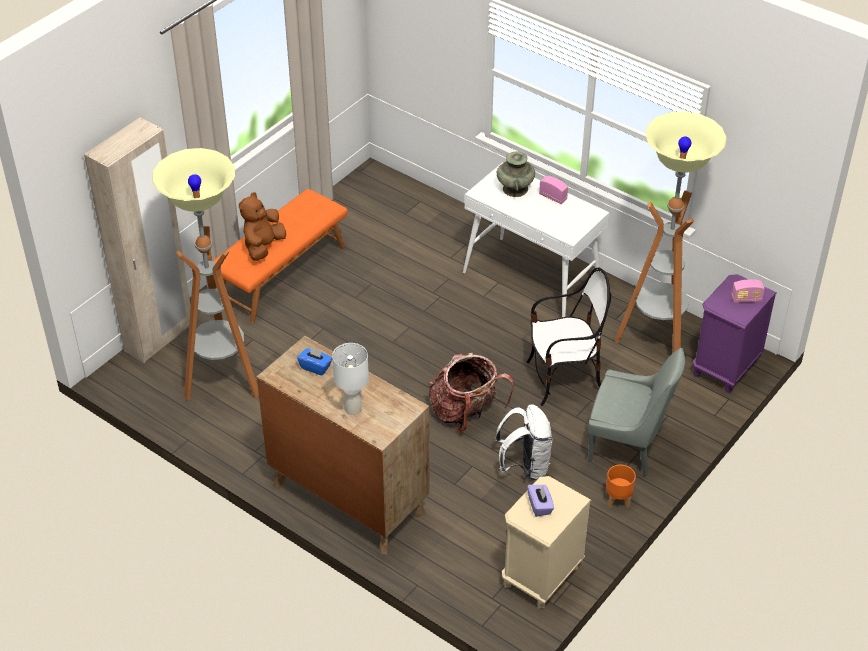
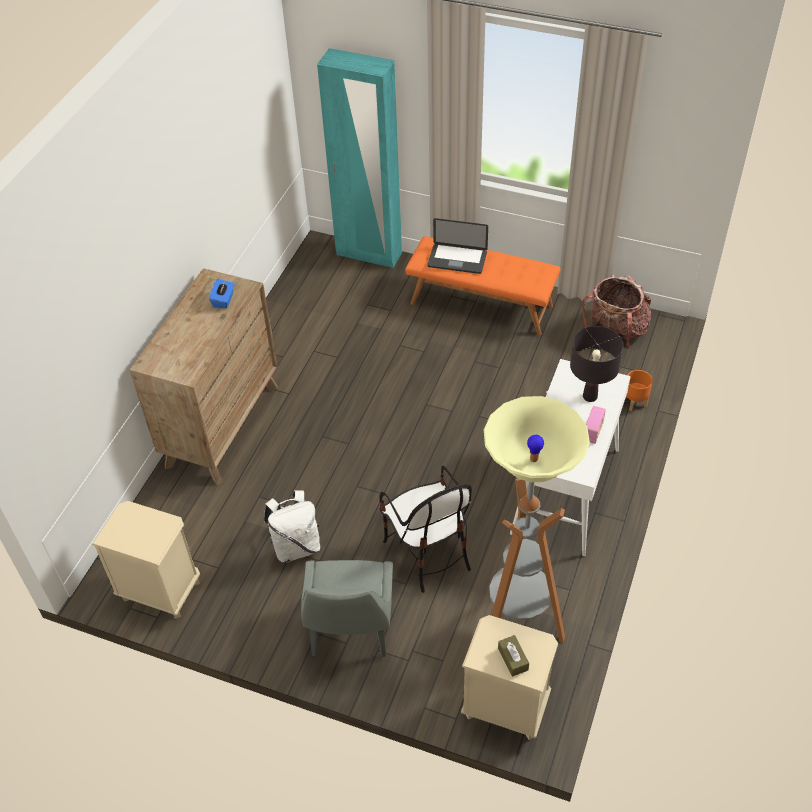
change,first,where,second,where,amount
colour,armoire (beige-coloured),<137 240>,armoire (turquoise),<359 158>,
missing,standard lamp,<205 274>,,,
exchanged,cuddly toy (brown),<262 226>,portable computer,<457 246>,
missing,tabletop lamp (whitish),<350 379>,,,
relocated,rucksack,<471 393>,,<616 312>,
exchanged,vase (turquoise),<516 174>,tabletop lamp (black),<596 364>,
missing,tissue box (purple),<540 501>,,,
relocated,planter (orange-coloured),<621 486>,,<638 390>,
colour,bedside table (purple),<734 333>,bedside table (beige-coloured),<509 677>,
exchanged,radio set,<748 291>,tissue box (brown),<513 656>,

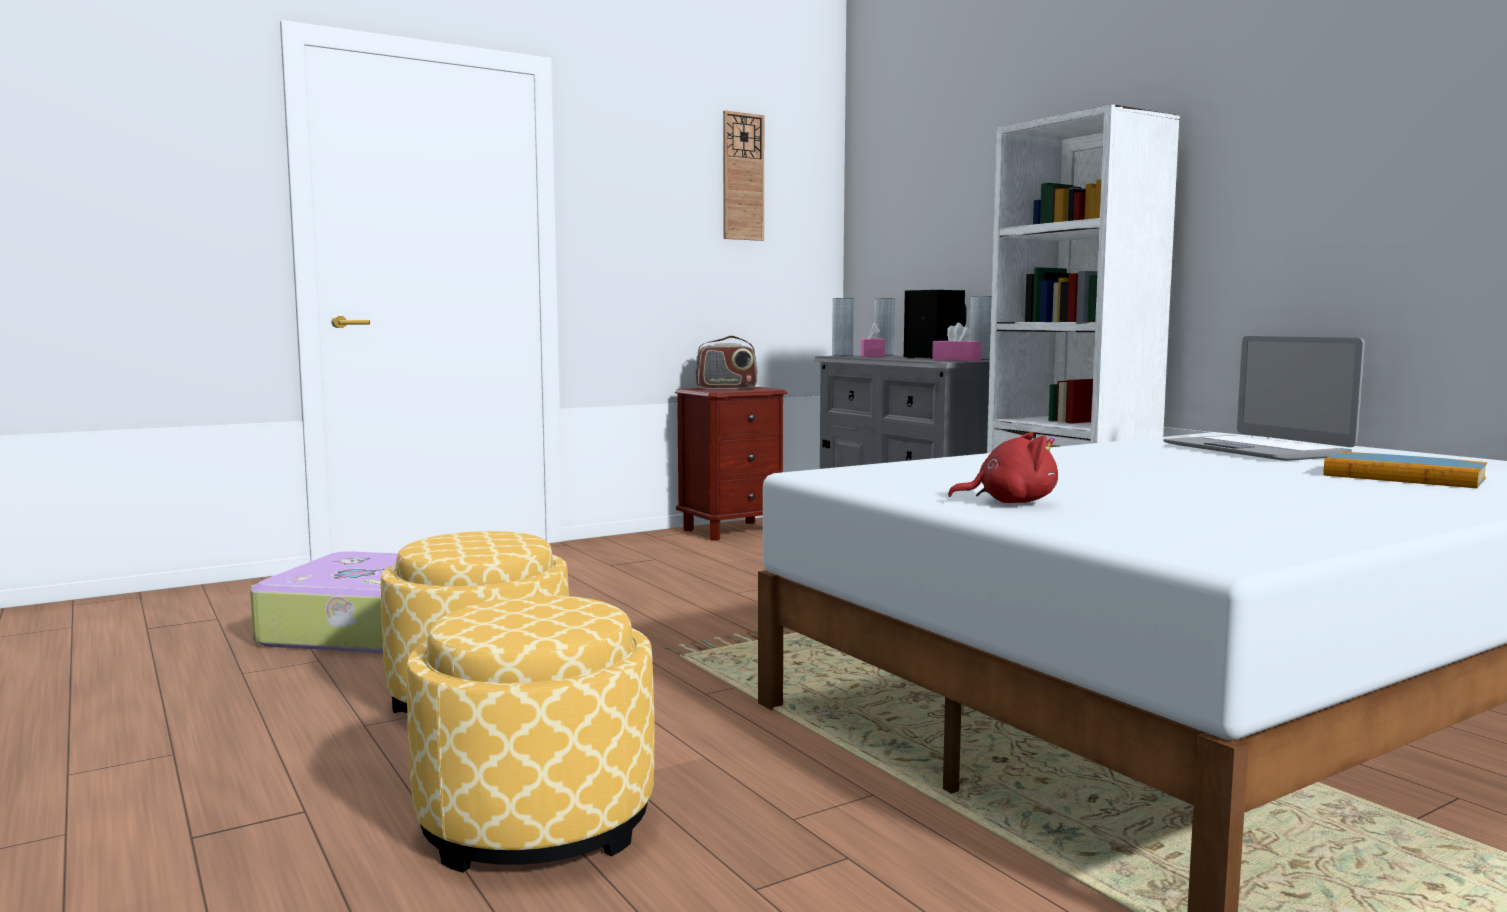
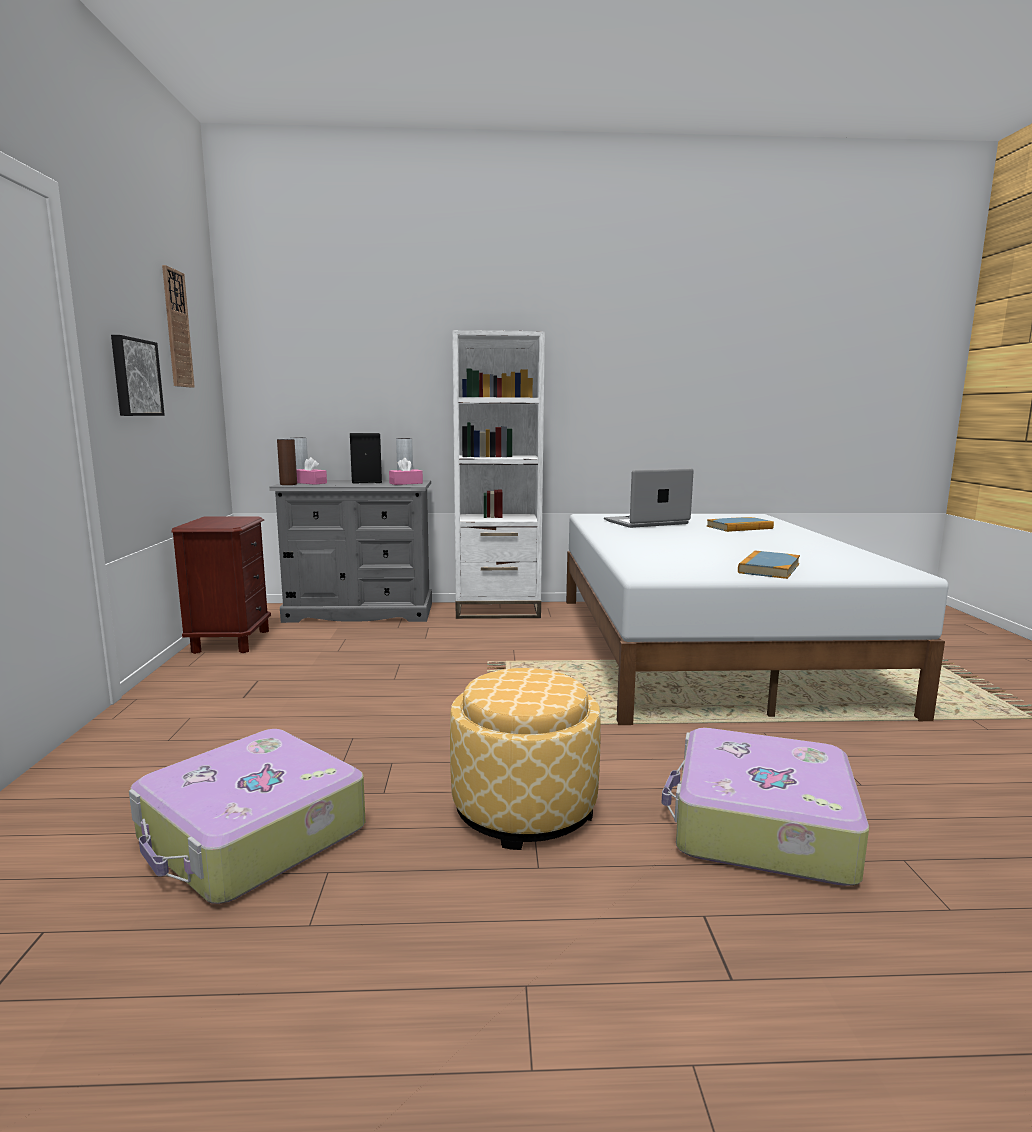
change,first,where,second,where,amount
exchanged,pouffe,<531 734>,suitcase,<765 807>,
missing,radio set,<726 362>,,,
colour,vase (gray),<843 327>,vase (brown),<287 462>,
exchanged,cuddly toy (red),<1003 467>,book,<769 564>,
spun,portable computer,<1264 398>,,<649 498>,150 degrees clockwise
appeared,,,wall art,<138 375>,

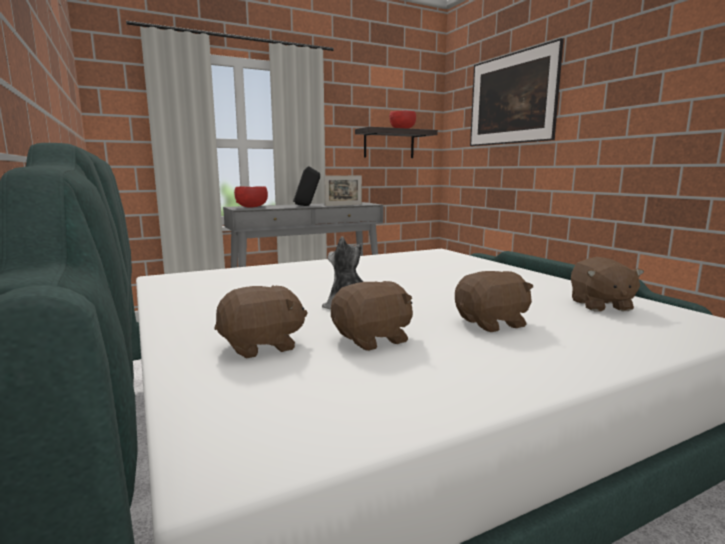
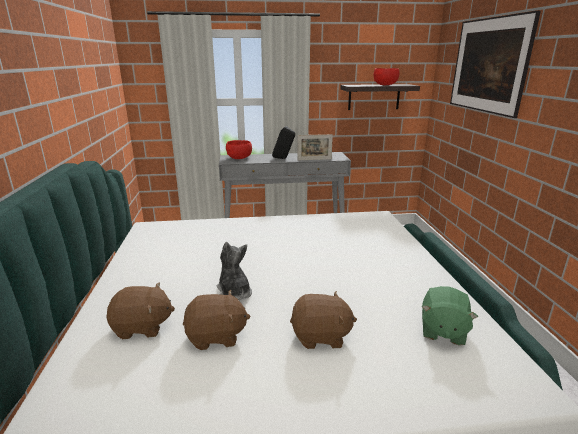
change,first,where,second,where,amount
colour,cuddly toy (brown),<607 284>,cuddly toy (green-coloured),<450 316>,

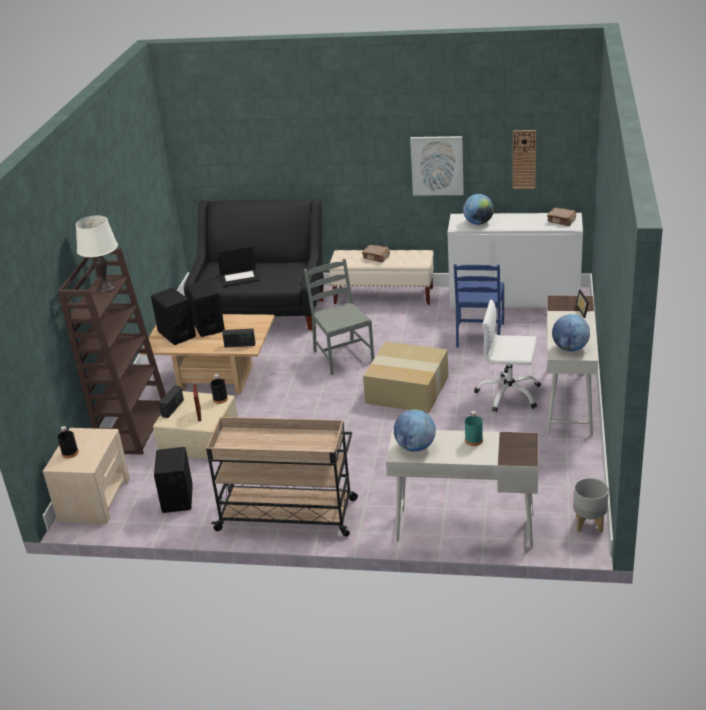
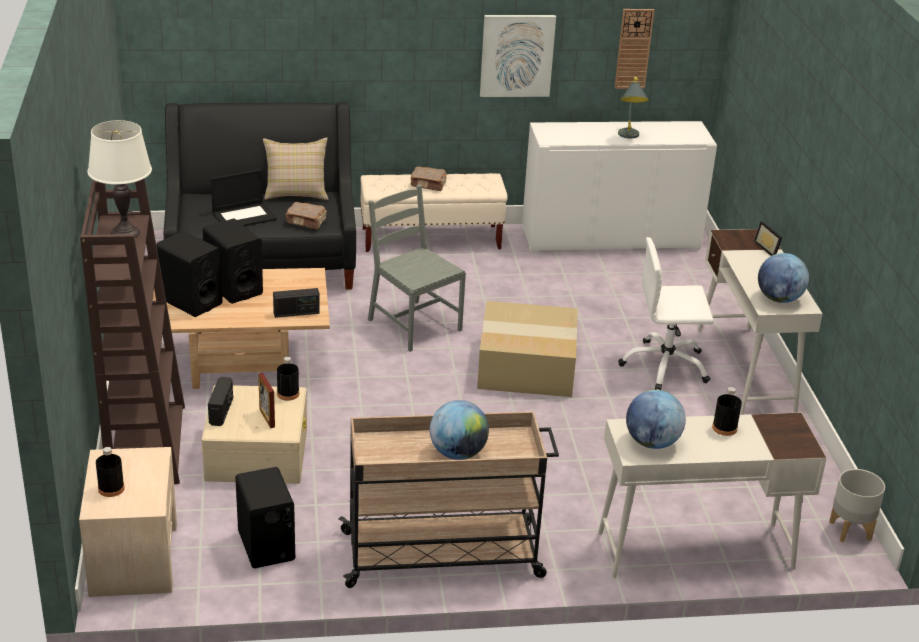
change,first,where,second,where,amount
missing,chair (bluish),<479 306>,,,
relocated,world globe,<478 209>,,<459 430>,
colour,bottle (turquoise),<474 428>,bottle (black),<727 411>,
relocated,book (brown),<561 217>,,<306 215>,
appeared,,,pillow (beige-coloured),<296 169>,
appeared,,,tabletop lamp (gray),<633 108>,

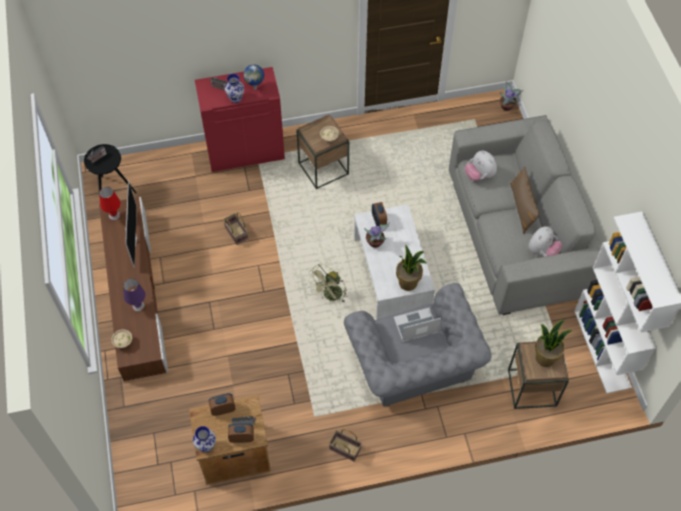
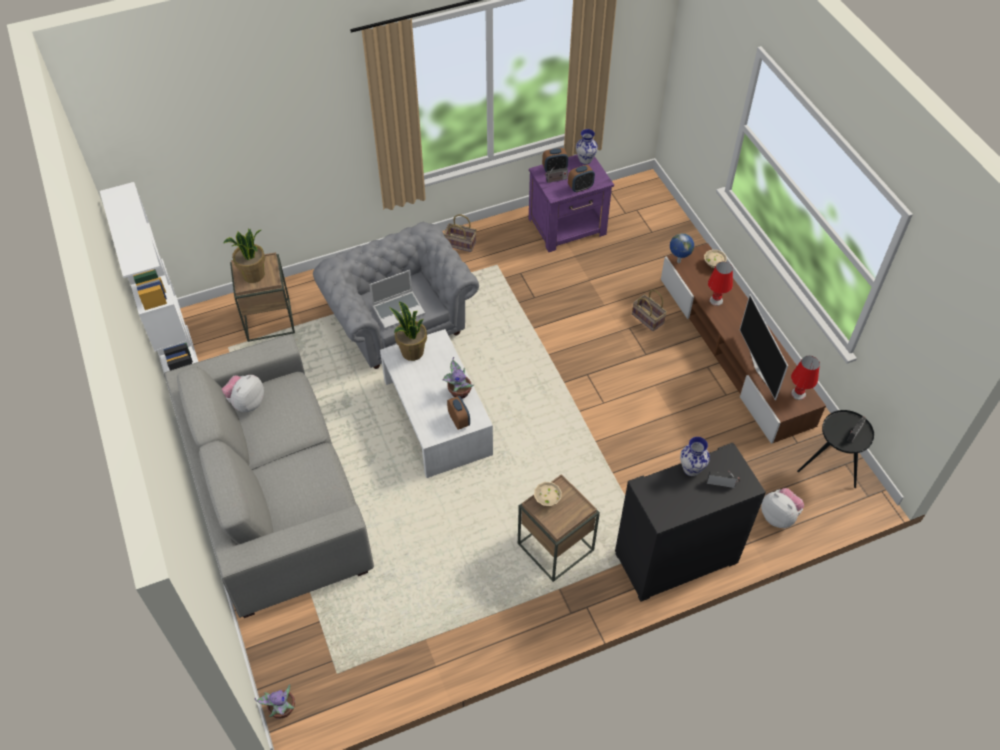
change,first,where,second,where,amount
colour,tabletop lamp (purple),<134 295>,tabletop lamp (red),<720 284>,
colour,bedside table (brown),<230 439>,bedside table (purple),<571 203>,
colour,storage cabinet (red),<240 119>,storage cabinet (black),<690 522>,
relocated,storage basket,<235 228>,,<649 310>,
relocated,world globe,<253 77>,,<682 248>,
missing,electric fan (green-coloured),<327 284>,,,
relocated,cuddly toy,<481 165>,,<782 508>,
missing,pillow (brown),<525 200>,,,

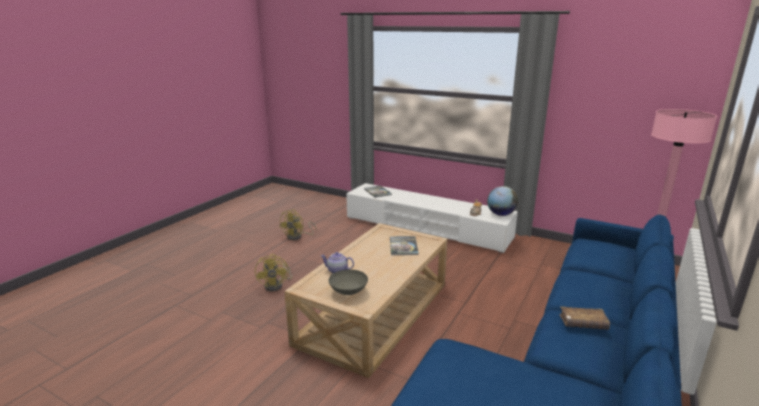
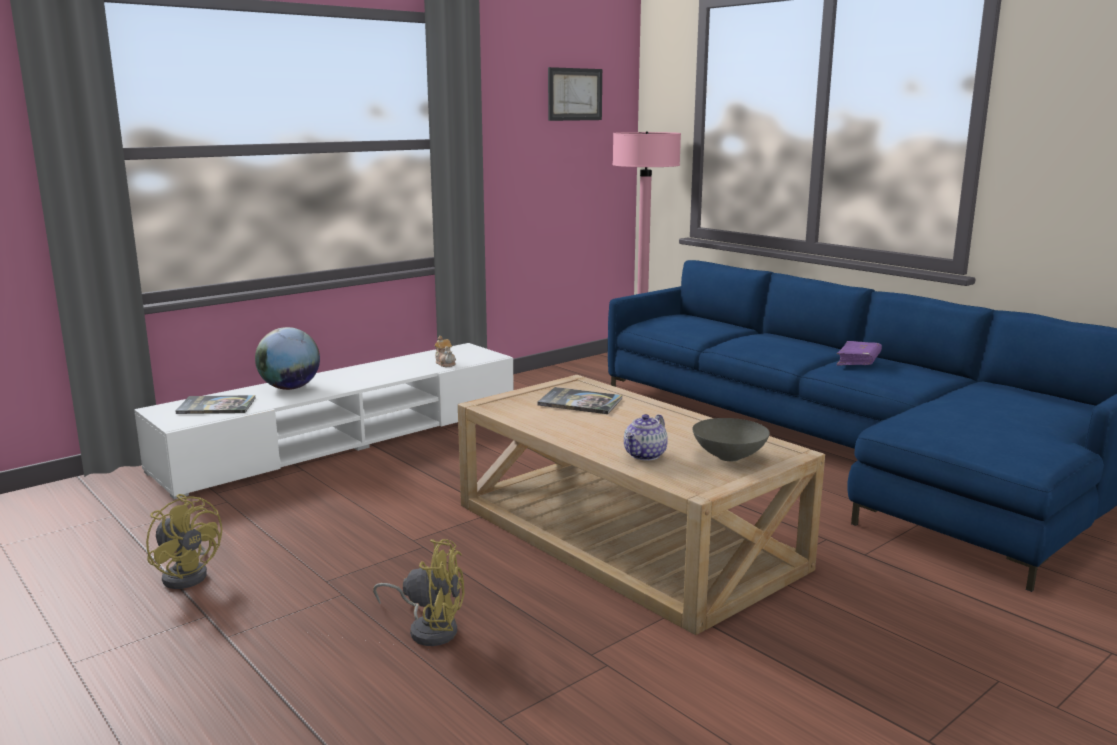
change,first,where,second,where,amount
relocated,world globe,<502 201>,,<287 358>,
colour,book (brown),<584 318>,book (purple),<859 353>,
appeared,,,wall art,<575 94>,

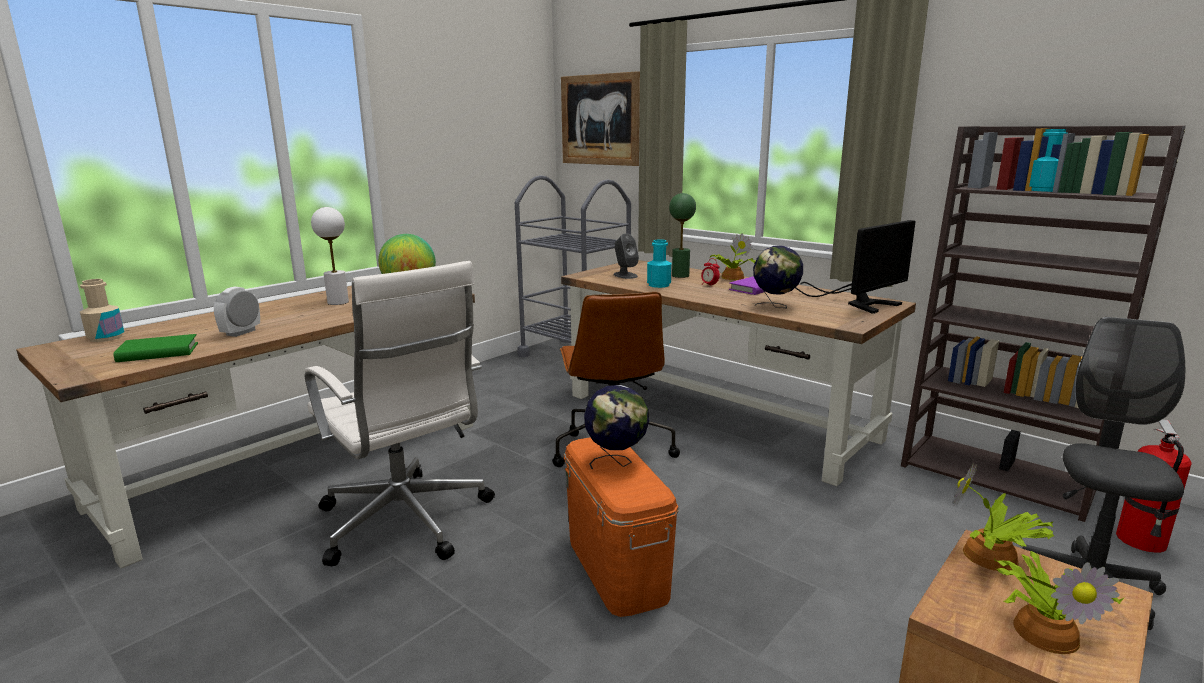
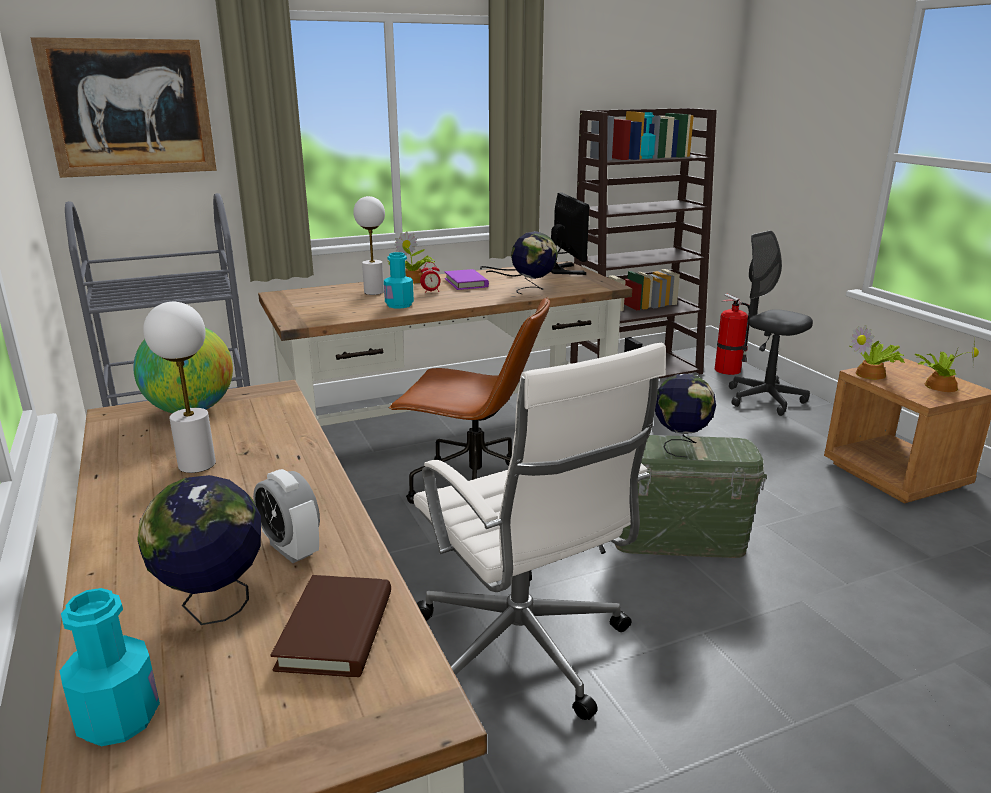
change,first,where,second,where,amount
colour,bottle (beige-coloured),<102 310>,bottle (turquoise),<110 667>,
colour,book (green-coloured),<155 348>,book (brown),<330 626>,
spun,desk chair (whitish),<399 413>,,<539 531>,75 degrees clockwise
colour,storage bin (orange-coloured),<621 527>,storage bin (green-coloured),<691 496>,
missing,audio speaker (gray),<626 256>,,,
colour,tabletop lamp (green-coloured),<682 235>,tabletop lamp (whitish),<369 245>,
appeared,,,world globe,<199 550>,

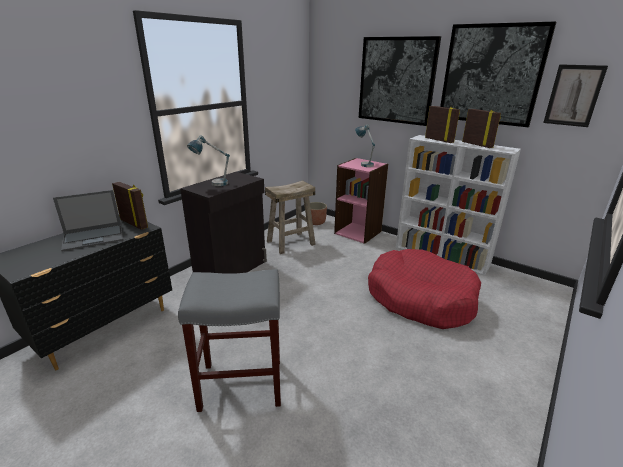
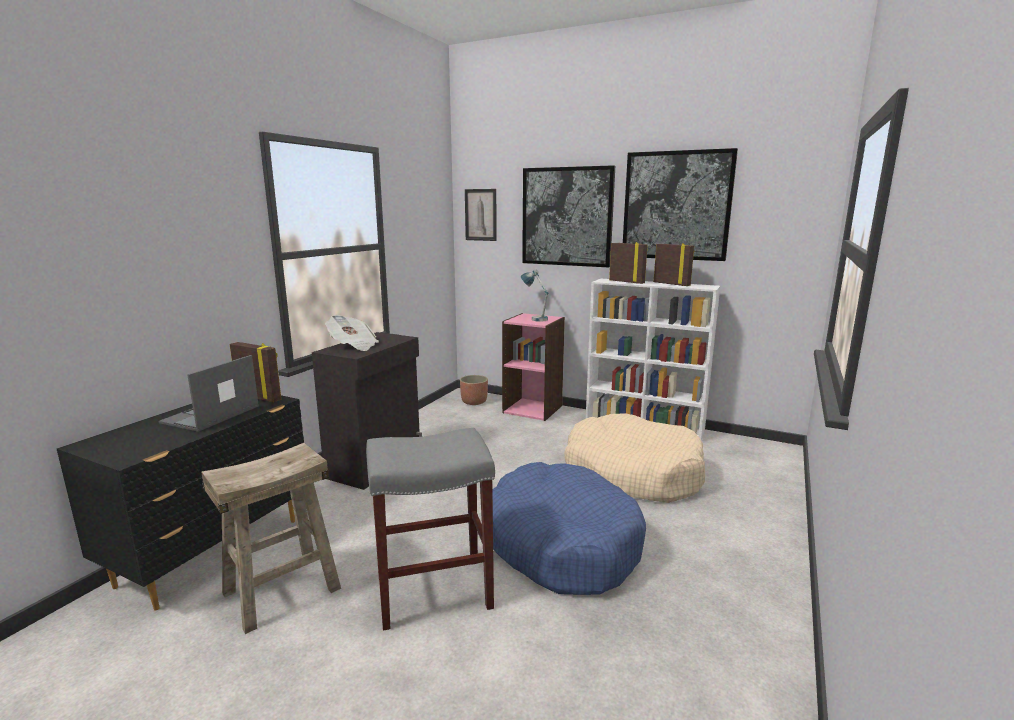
change,first,where,second,where,amount
spun,portable computer,<88 221>,,<209 393>,150 degrees clockwise
exchanged,tabletop lamp,<208 160>,daily paper,<352 333>,
relocated,stool seat (beige-coloured),<290 217>,,<271 538>,
colour,dog cushion (red),<424 289>,dog cushion (beige-coloured),<634 458>,
relocated,wall art,<575 95>,,<481 215>,
appeared,,,dog cushion (bluish),<569 528>,

